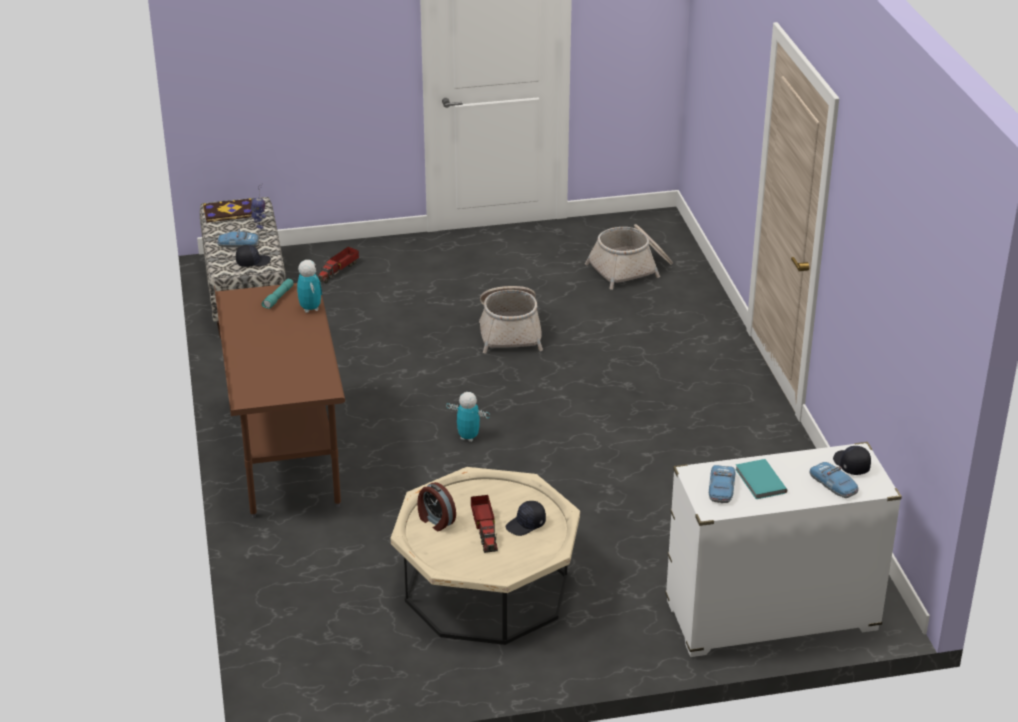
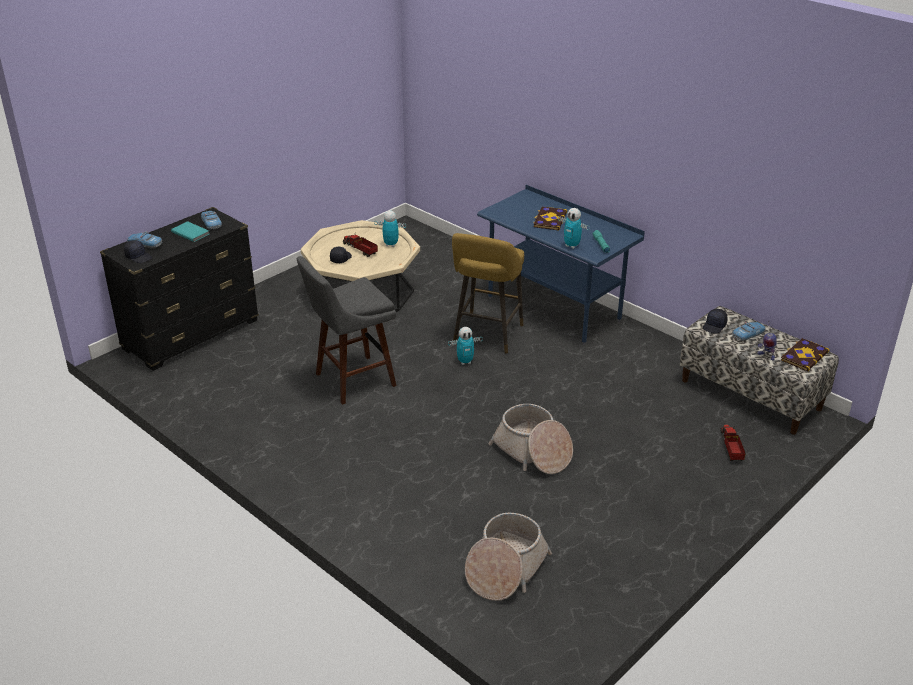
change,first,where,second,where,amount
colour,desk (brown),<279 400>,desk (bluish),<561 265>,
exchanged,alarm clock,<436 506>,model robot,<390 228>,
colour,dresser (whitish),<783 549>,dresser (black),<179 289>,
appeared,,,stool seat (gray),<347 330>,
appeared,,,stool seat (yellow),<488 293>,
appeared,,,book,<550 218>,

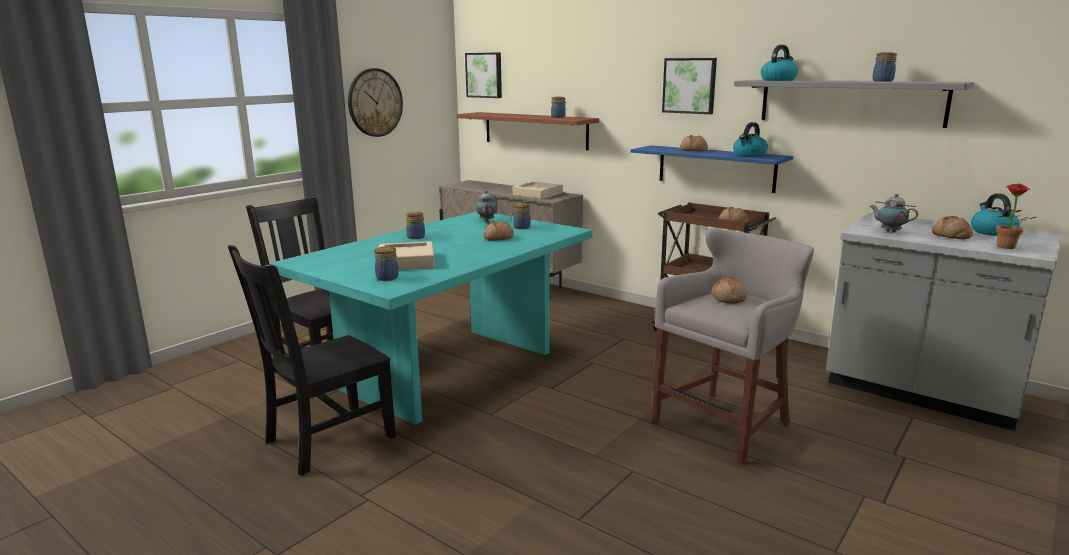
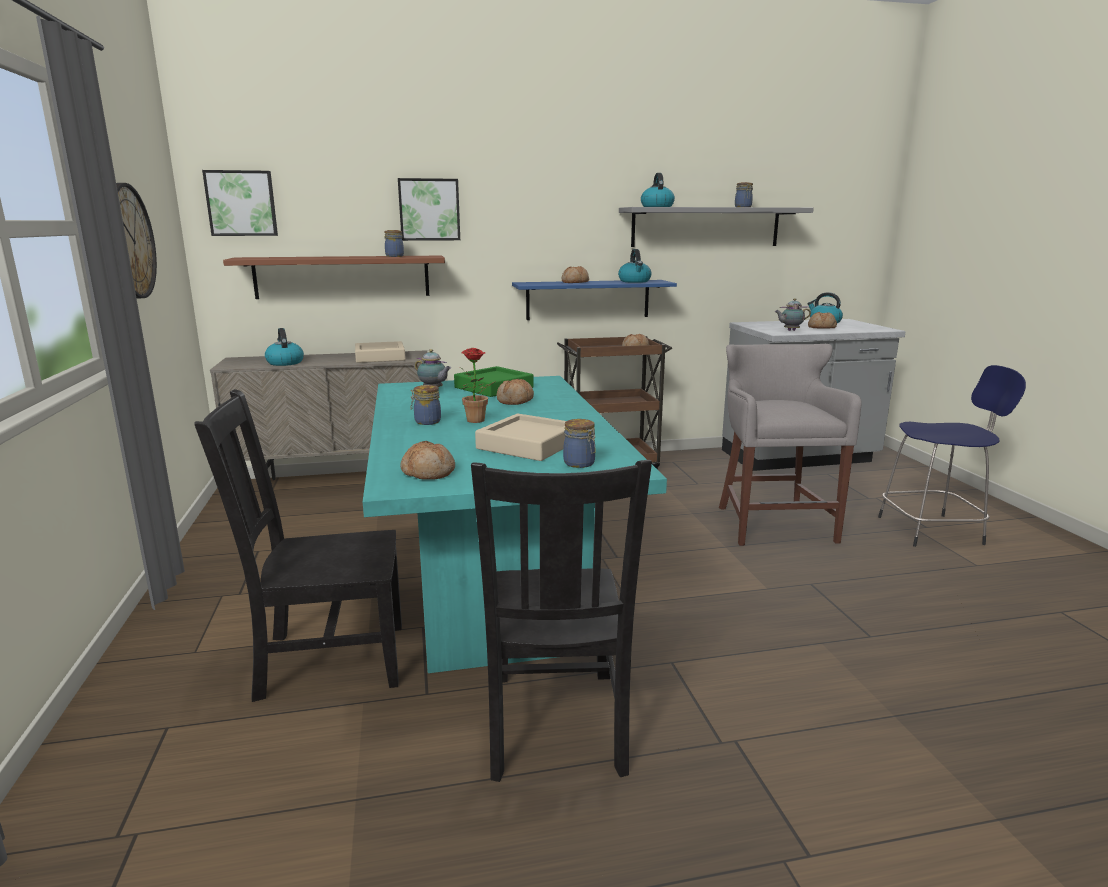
change,first,where,second,where,amount
exchanged,jar,<521 216>,tray (green-coloured),<494 381>,
relocated,wall art,<689 86>,,<429 209>,
relocated,bread,<729 290>,,<427 460>,
relocated,plant in a pot,<1016 216>,,<478 385>,
appeared,,,kettle,<284 347>,
appeared,,,stool seat (bluish),<952 456>,

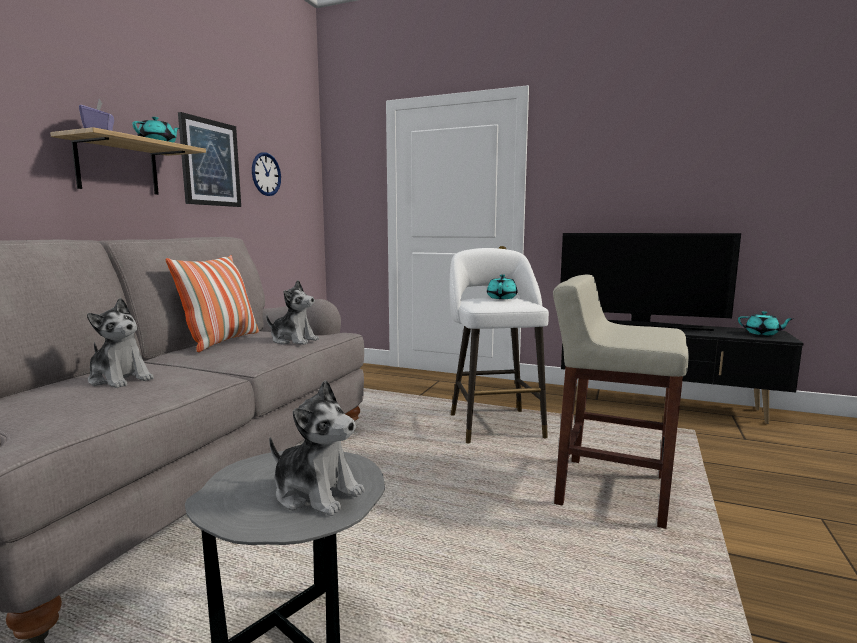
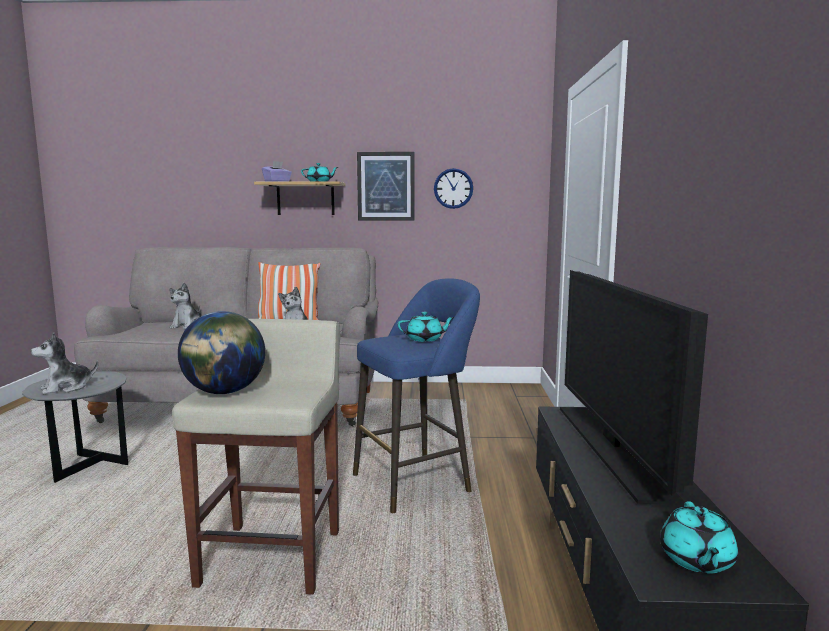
change,first,where,second,where,amount
spun,cuddly toy,<317 448>,,<64 363>,45 degrees clockwise
colour,stool seat (whitish),<499 346>,stool seat (bluish),<416 395>,
appeared,,,world globe,<221 352>,

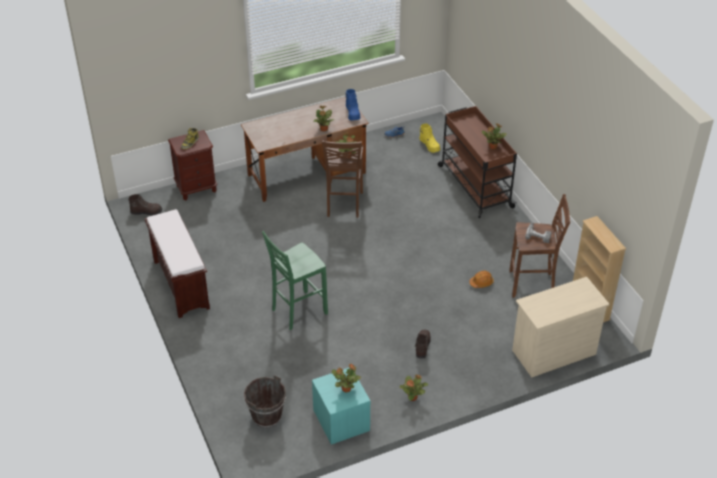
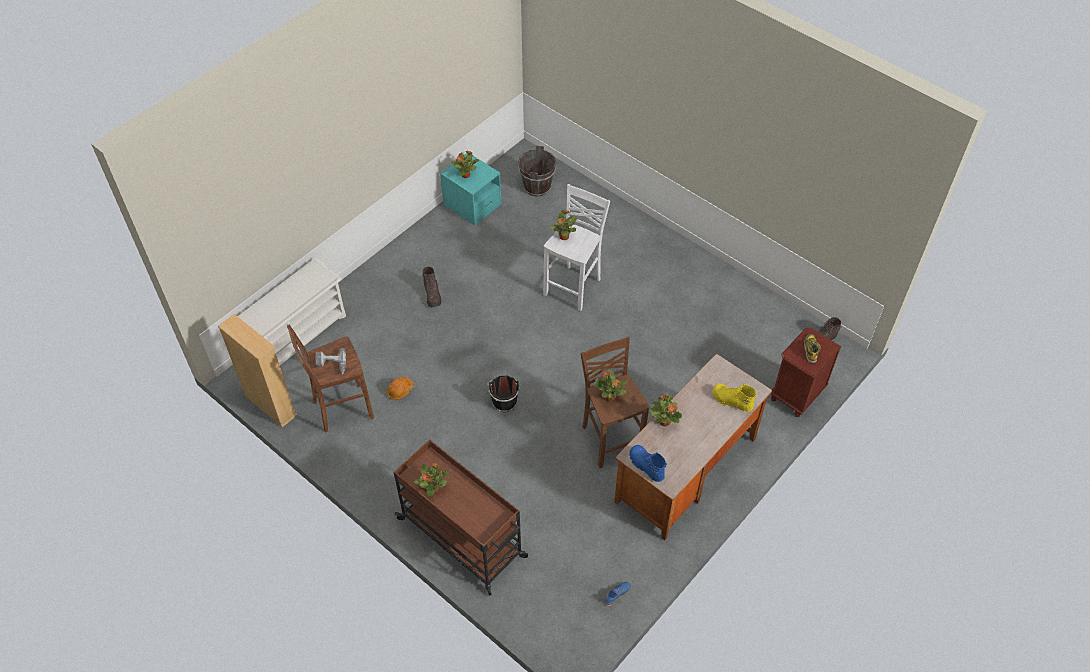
change,first,where,second,where,amount
missing,long seat (brown),<177 263>,,,
colour,stool seat (green-coloured),<295 280>,stool seat (whitish),<576 247>,
relocated,plant in a pot,<413 388>,,<563 225>,
relocated,tall boot (yellow),<429 138>,,<734 398>,
exchanged,dresser (beige-coloured),<561 327>,shoe stand (whitish),<292 311>,
appeared,,,pail (black),<503 394>,

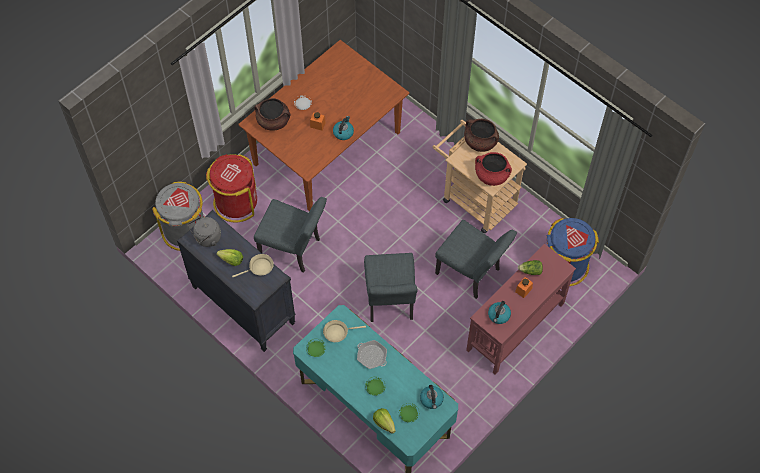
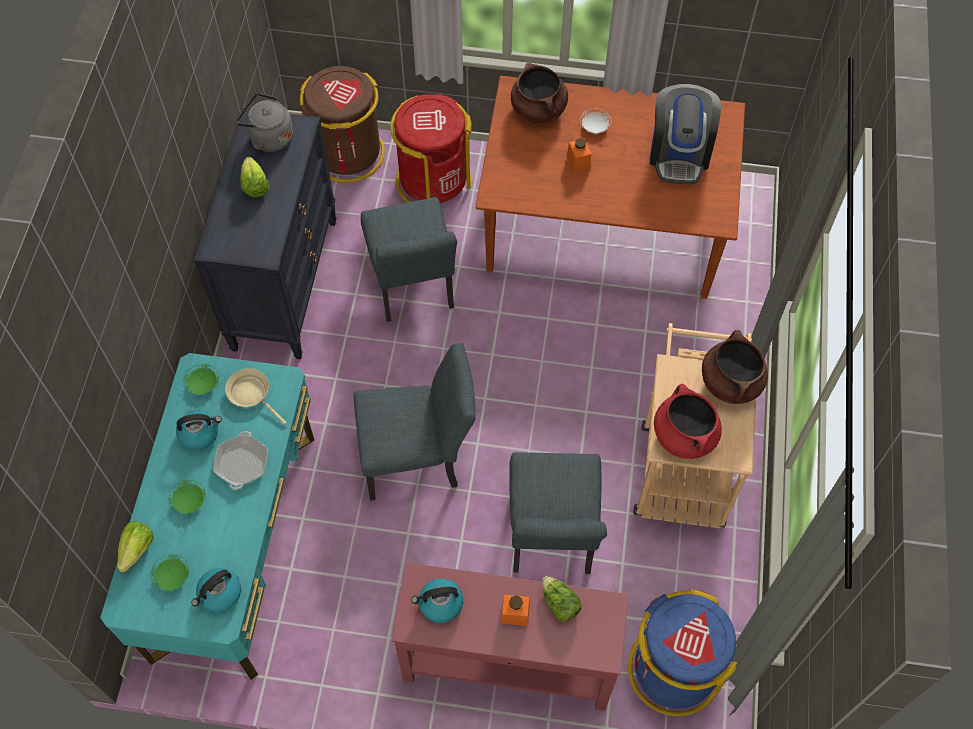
change,first,where,second,where,amount
colour,trash can (gray),<178 216>,trash can (brown),<342 124>,
missing,frying pan (beige-coloured),<253 265>,,,
relocated,kettle,<343 128>,,<199 430>,
spun,chair (gray),<390 287>,,<415 422>,150 degrees counterclockwise
appeared,,,coffee brewer,<685 134>,

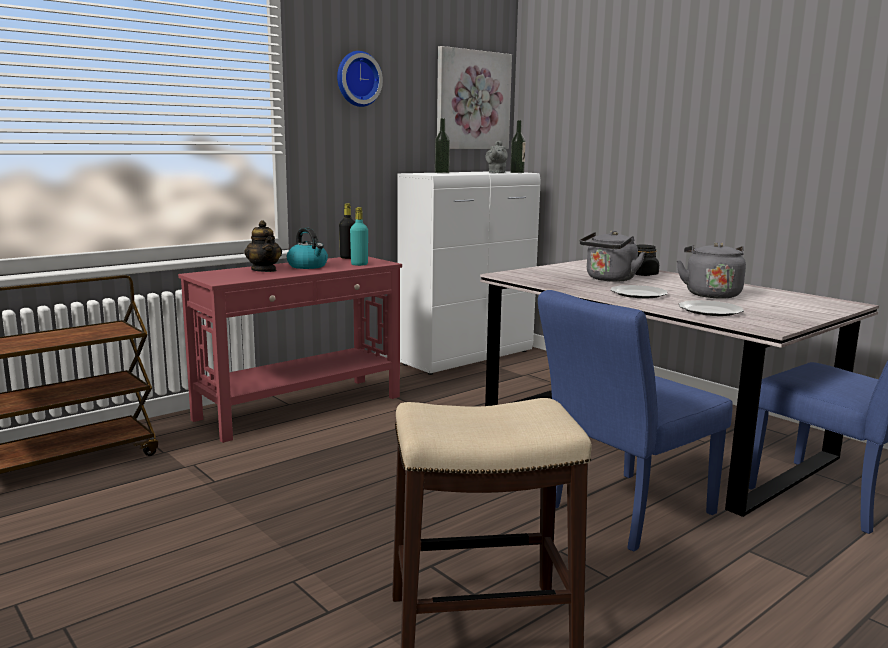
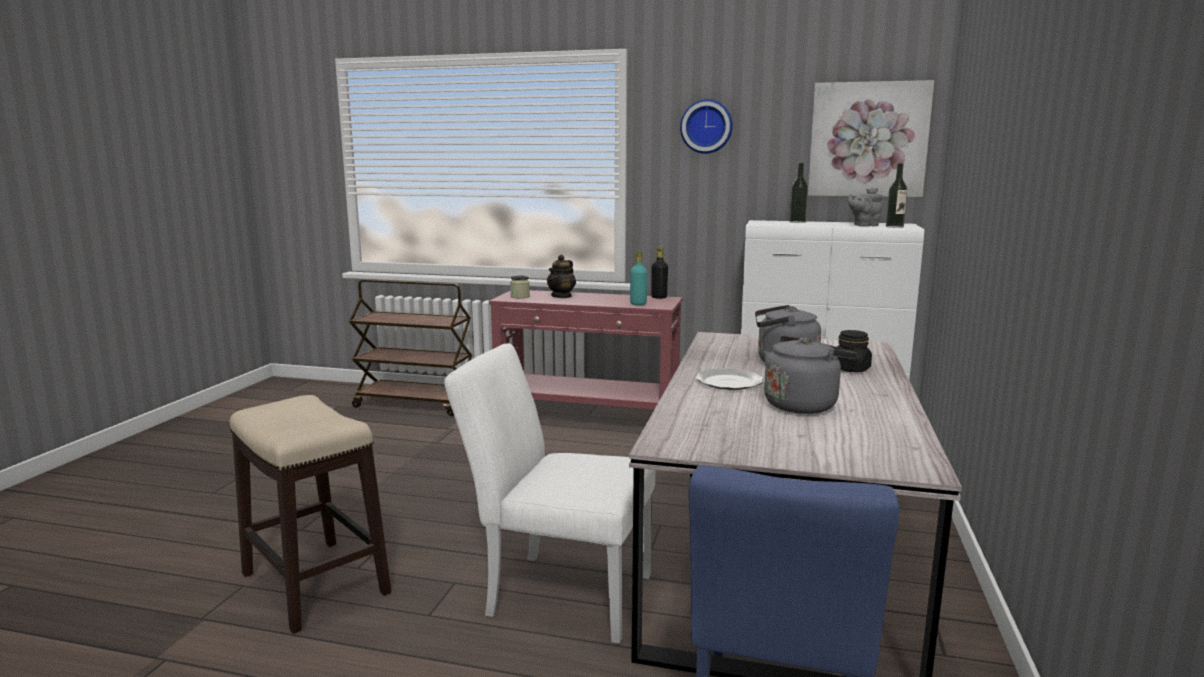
change,first,where,second,where,amount
missing,kettle,<307 248>,,,
colour,chair (bluish),<635 420>,chair (whitish),<550 493>,
missing,flat dish,<711 308>,,,
appeared,,,jar,<520 287>,

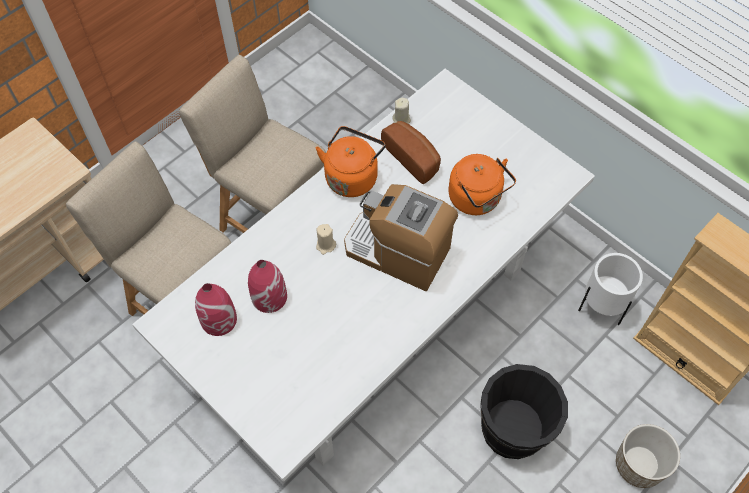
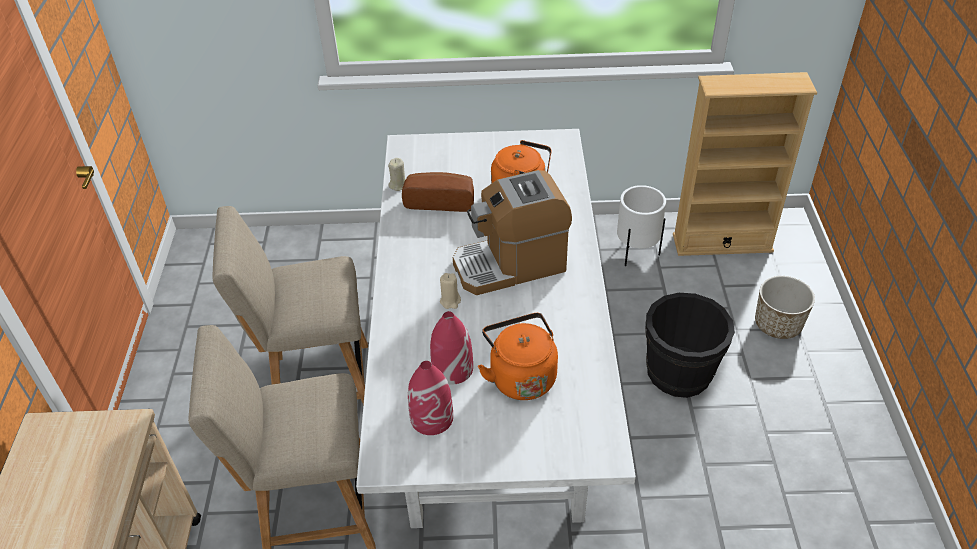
change,first,where,second,where,amount
relocated,kettle (orange-coloured),<350 161>,,<518 356>,

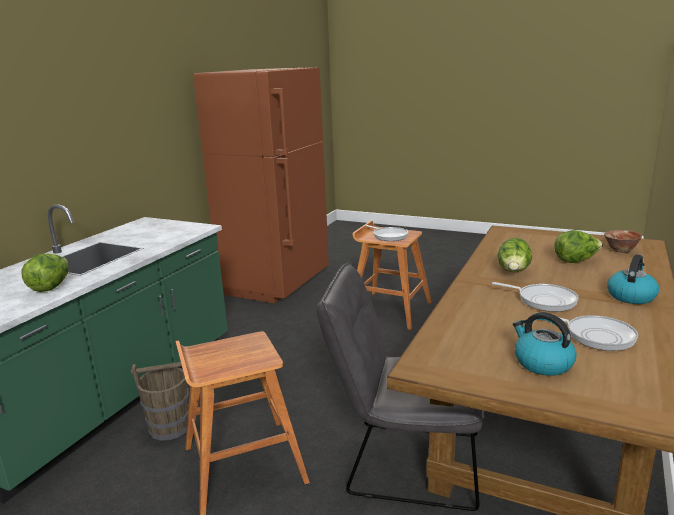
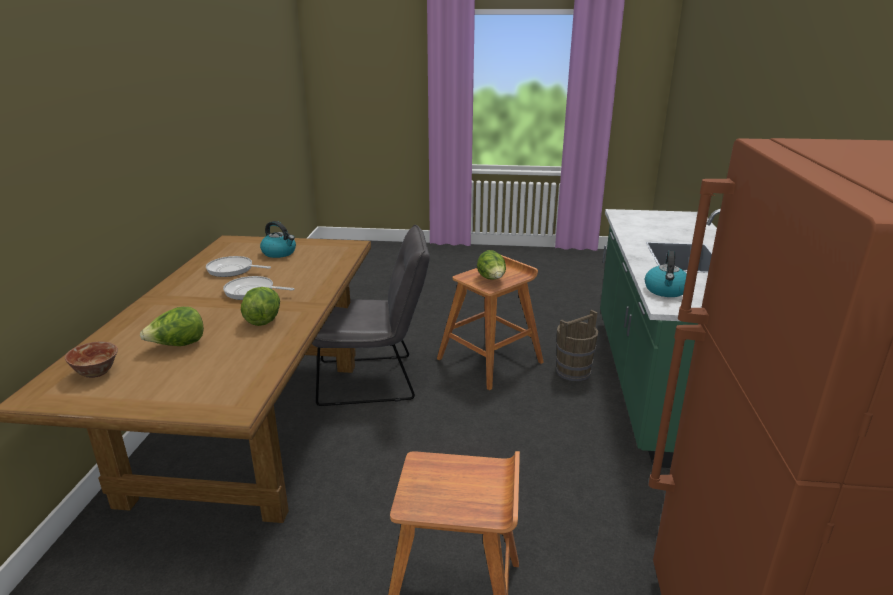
change,first,where,second,where,amount
relocated,lettuce head,<45 273>,,<491 265>,
missing,frying pan,<387 233>,,,
relocated,kettle,<633 279>,,<666 274>,

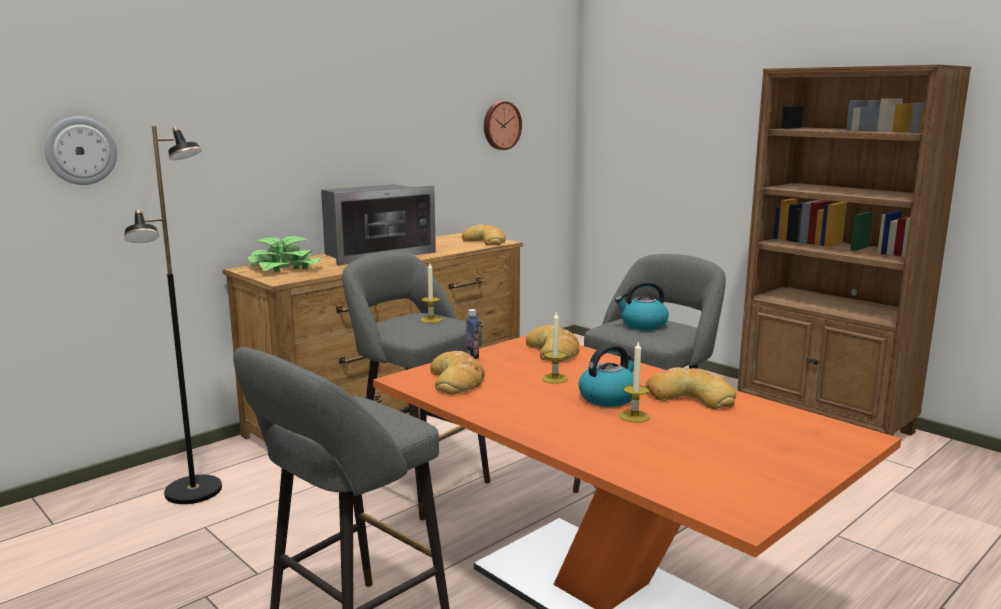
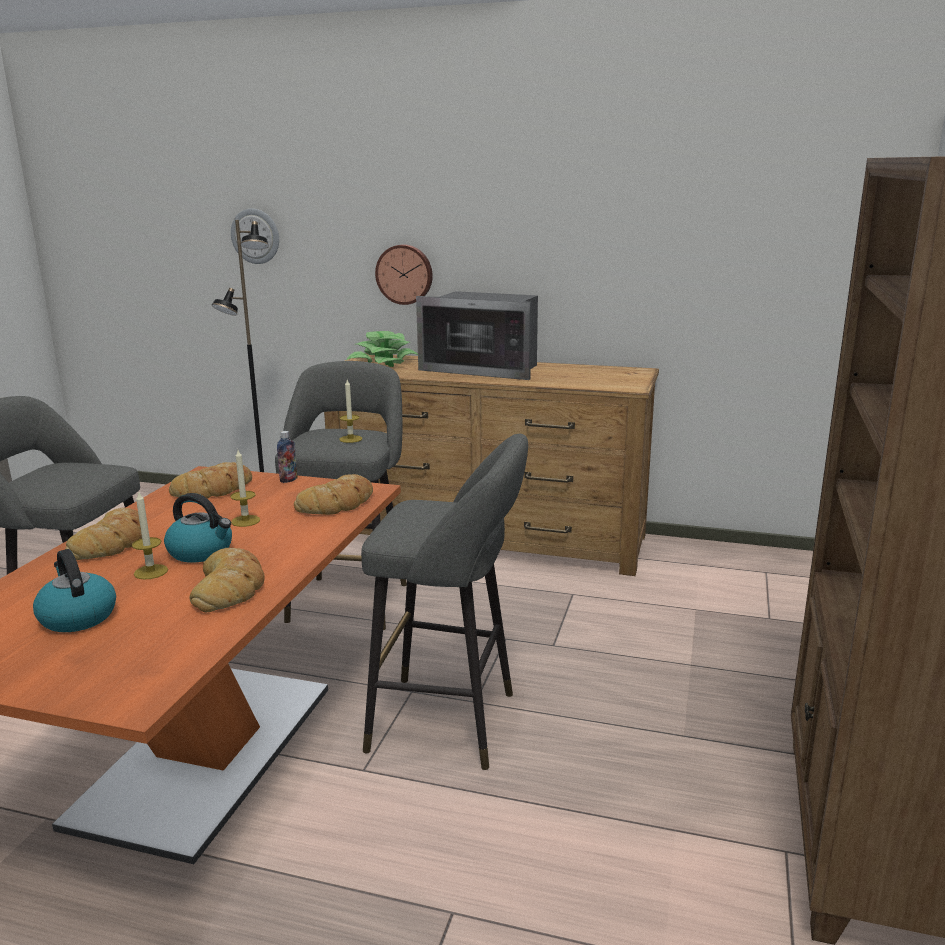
change,first,where,second,where,amount
relocated,bread,<484 234>,,<103 534>,
relocated,hanging clock,<503 125>,,<404 274>,
relocated,kettle,<642 305>,,<74 590>,

